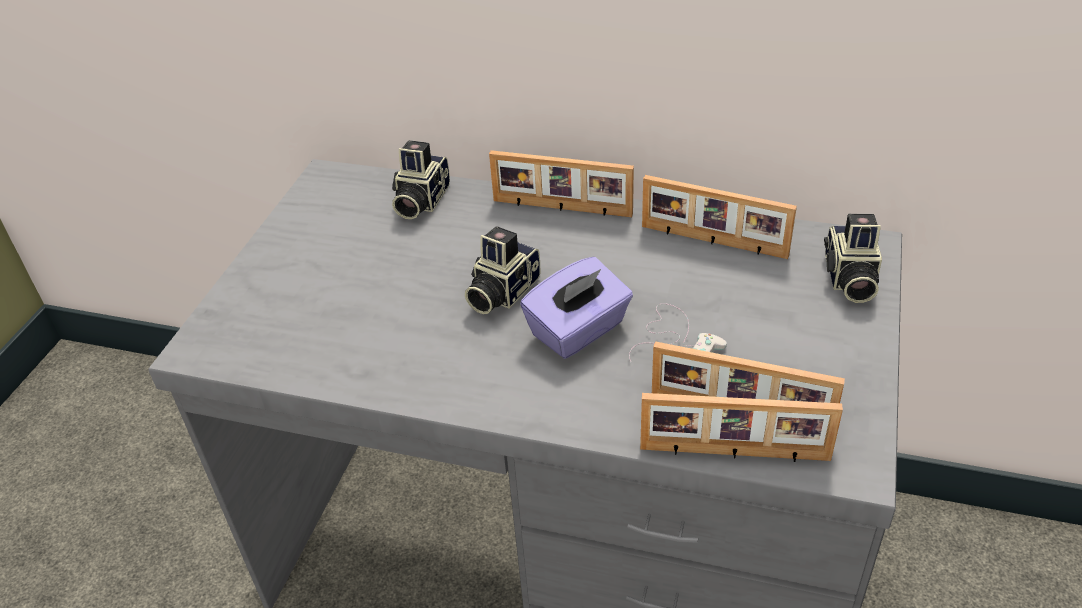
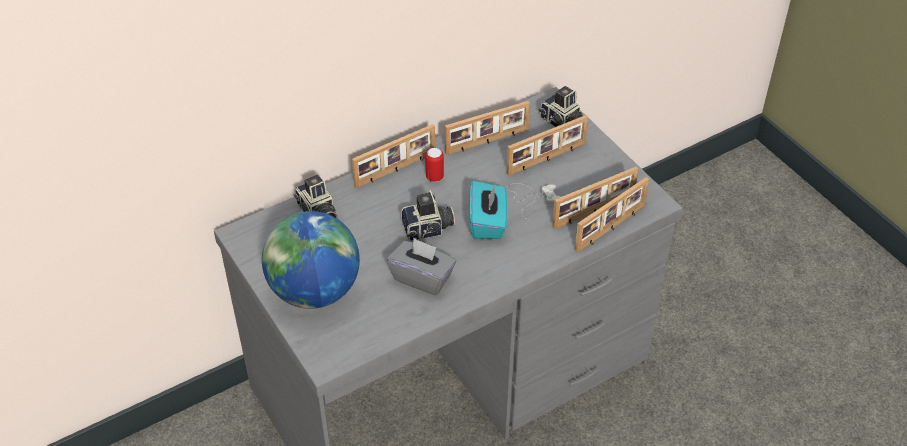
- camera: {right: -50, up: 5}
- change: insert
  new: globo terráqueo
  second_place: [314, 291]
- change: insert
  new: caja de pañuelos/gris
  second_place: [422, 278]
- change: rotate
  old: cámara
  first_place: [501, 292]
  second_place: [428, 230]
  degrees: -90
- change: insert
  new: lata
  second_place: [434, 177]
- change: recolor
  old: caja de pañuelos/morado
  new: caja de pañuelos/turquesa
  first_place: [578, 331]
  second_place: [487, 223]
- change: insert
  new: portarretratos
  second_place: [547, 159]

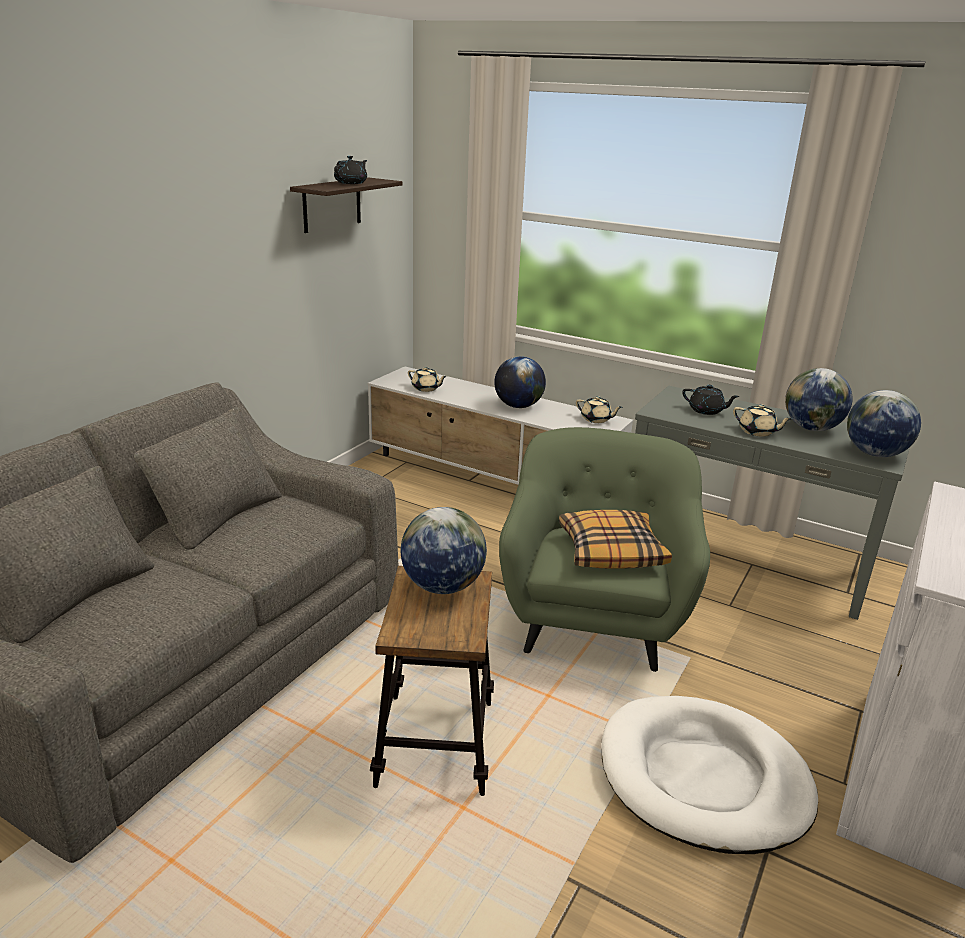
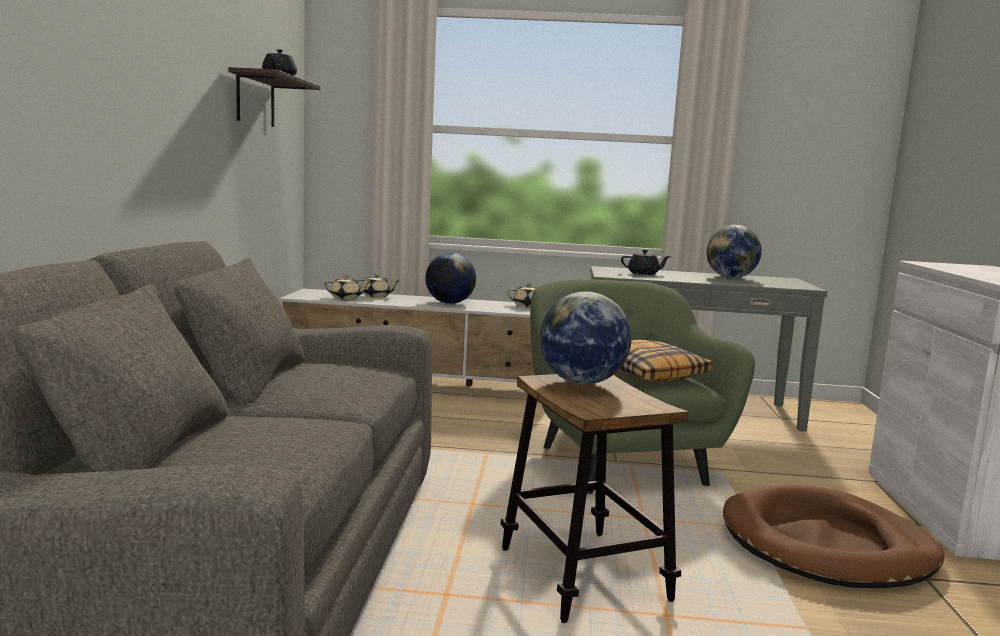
- camera: {right: -25, up: -15}
- change: move
  old: tetera/beis
  first_place: [757, 432]
  second_place: [376, 296]
- change: recolor
  old: cama para perro/blanco
  new: cama para perro/marrón
  first_place: [703, 778]
  second_place: [827, 545]
- change: delete
  old: globo terráqueo
  first_place: [874, 454]

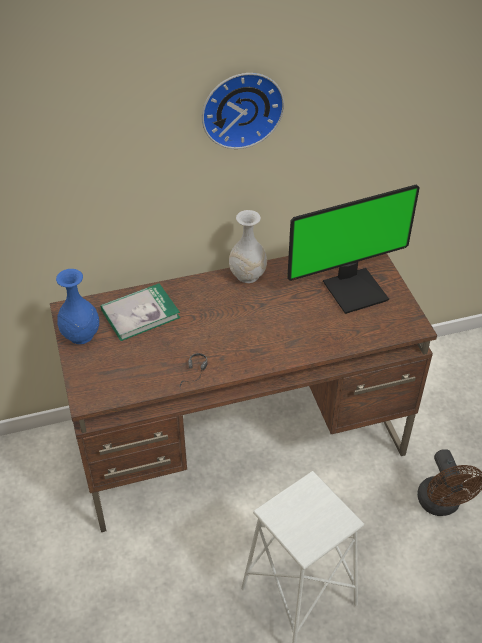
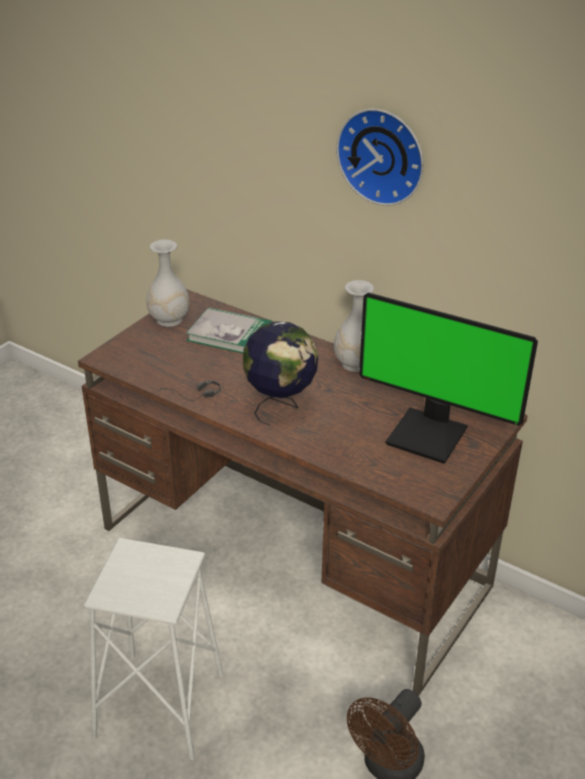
- camera: {right: 50, up: -10}
- change: recolor
  old: florero/azul
  new: florero/blanco
  first_place: [80, 335]
  second_place: [168, 319]
- change: insert
  new: globo terráqueo
  second_place: [280, 406]

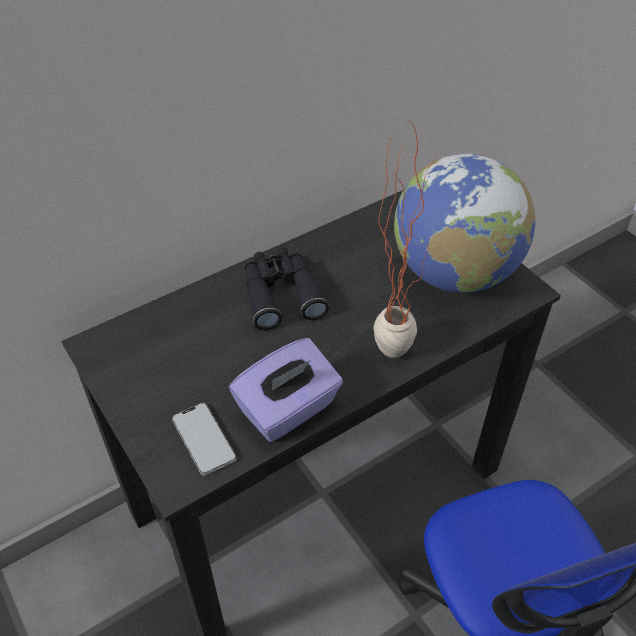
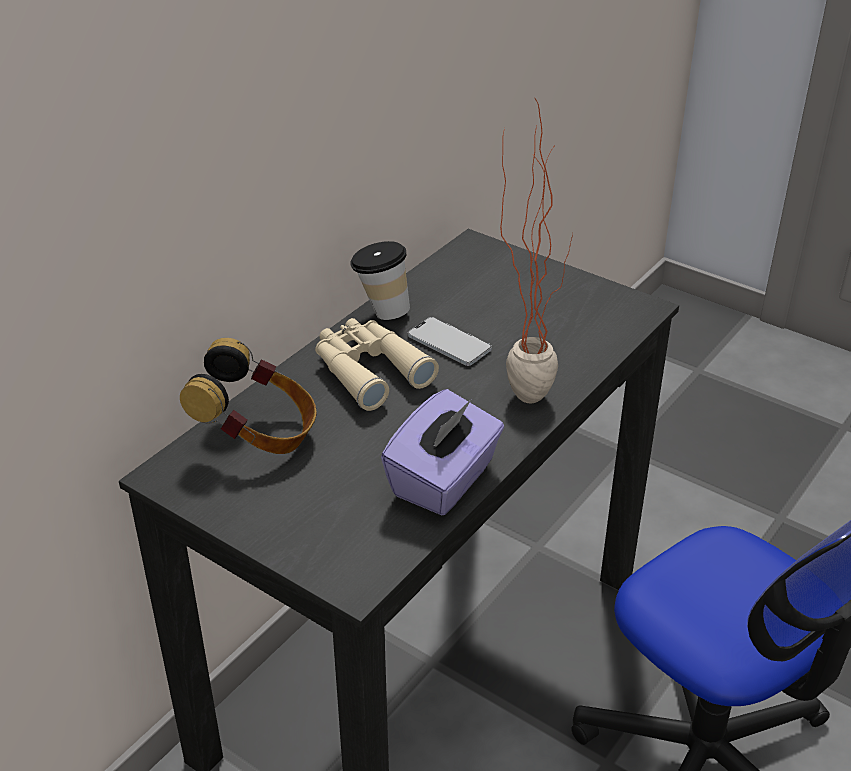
- camera: {right: -20, up: -10}
- change: insert
  new: auriculares
  second_place: [258, 434]
- change: recolor
  old: prismáticos/negro
  new: prismáticos/beis
  first_place: [281, 293]
  second_place: [368, 371]
- change: insert
  new: taza
  second_place: [381, 311]
- change: move
  old: móvil
  first_place: [204, 439]
  second_place: [449, 343]
- change: delete
  old: globo terráqueo
  first_place: [454, 273]

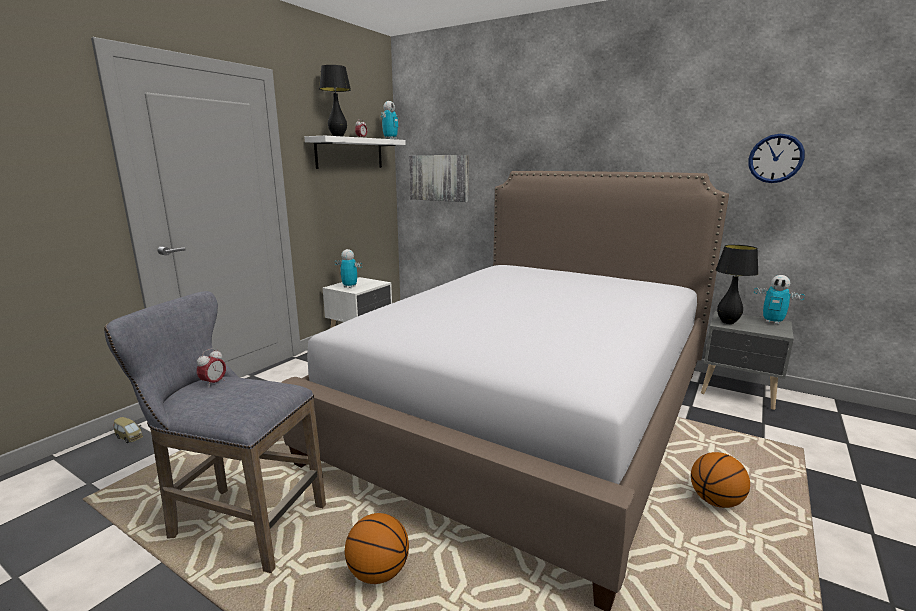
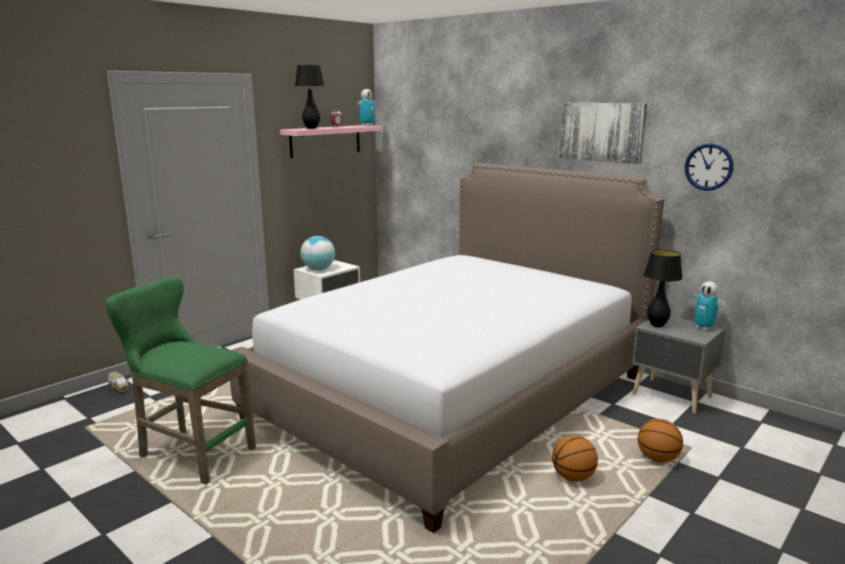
- camera: {right: 10, up: 0}
- change: recolor
  old: taburete/gris
  new: taburete/verde
  first_place: [240, 522]
  second_place: [191, 453]
- change: recolor
  old: estante/blanco
  new: estante/rosa
  first_place: [350, 153]
  second_place: [325, 141]
- change: replace
  old: robot de juguete
  new: globo terráqueo
  first_place: [349, 287]
  second_place: [318, 269]
- change: move
  old: cuadro
  first_place: [439, 178]
  second_place: [602, 132]
- change: move
  old: balón de baloncesto
  first_place: [378, 573]
  second_place: [657, 459]
- change: delete
  old: despertador
  first_place: [213, 383]

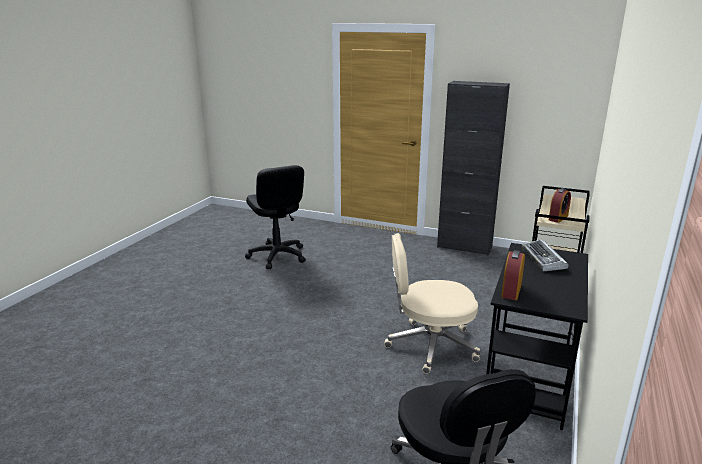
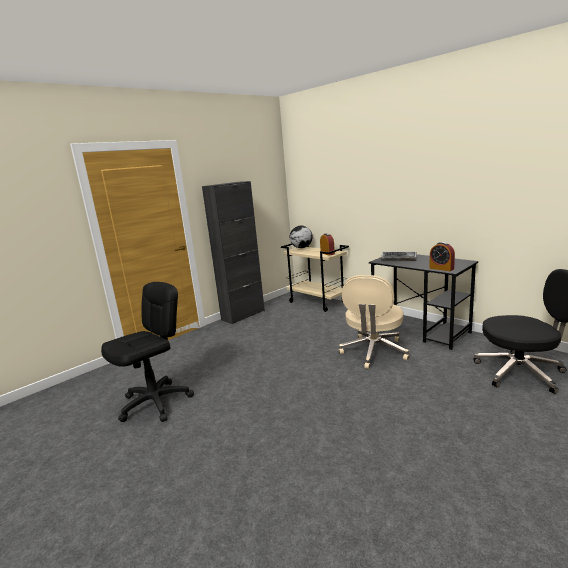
- camera: {right: -65, up: -5}
- change: rotate
  old: silla de oficina/negro
  first_place: [277, 256]
  second_place: [156, 403]
  degrees: -45
- change: insert
  new: globo terráqueo
  second_place: [301, 248]

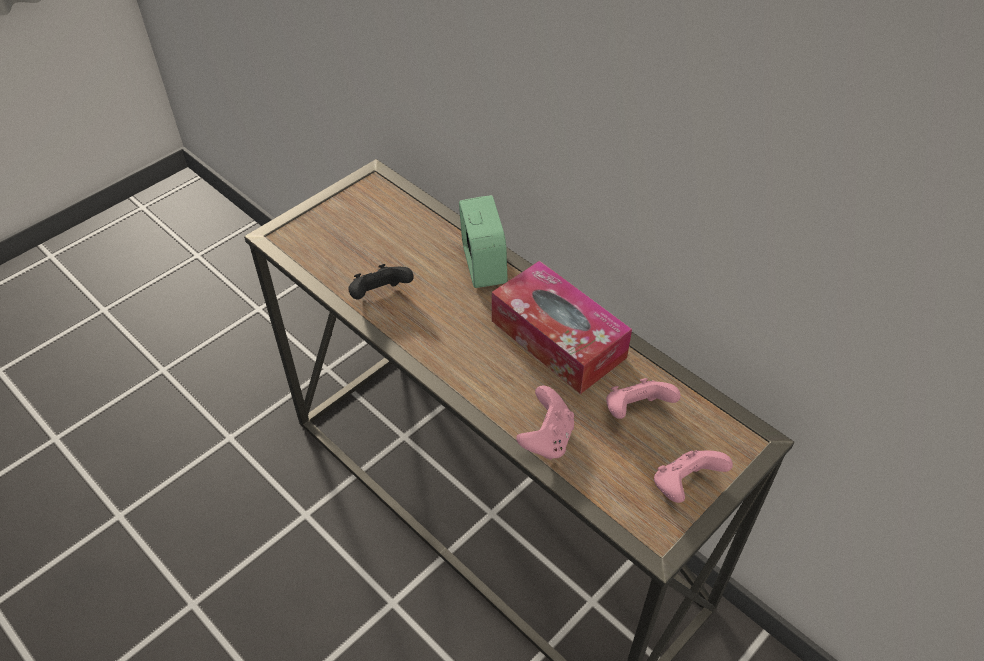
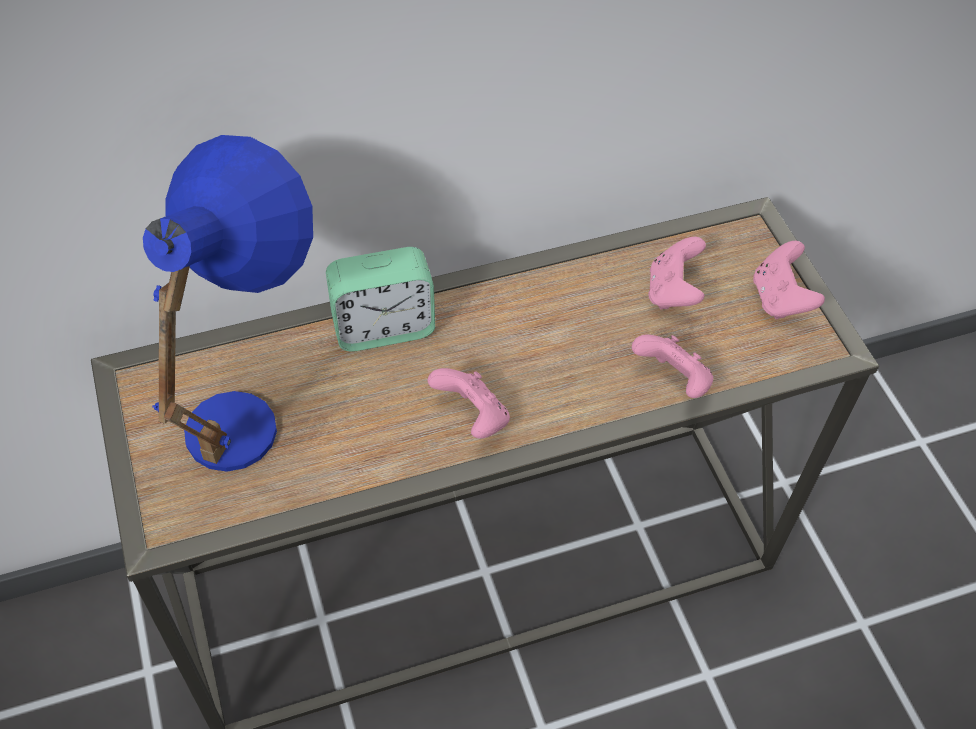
- camera: {right: -65, up: 5}
- change: insert
  new: lámpara de mesa/azul
  second_place: [253, 407]
- change: rotate
  old: despertador
  first_place: [483, 266]
  second_place: [383, 328]
  degrees: 150
- change: insert
  new: mando de consola/rosa
  second_place: [472, 417]
- change: delete
  old: mando de consola/negro
  first_place: [380, 296]
- change: delete
  old: caja de pañuelos
  first_place: [558, 339]

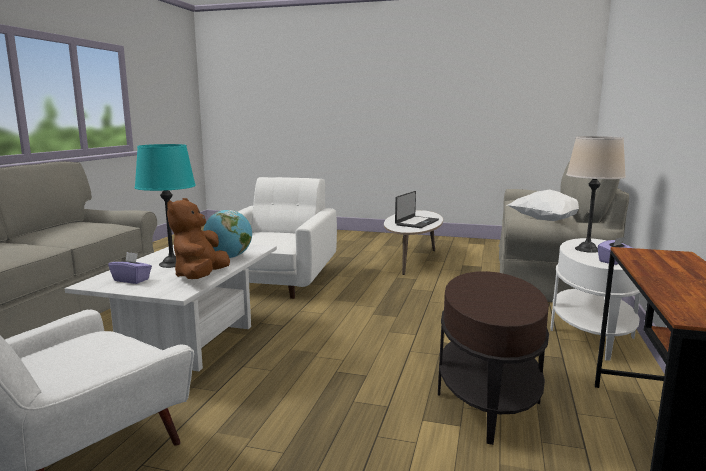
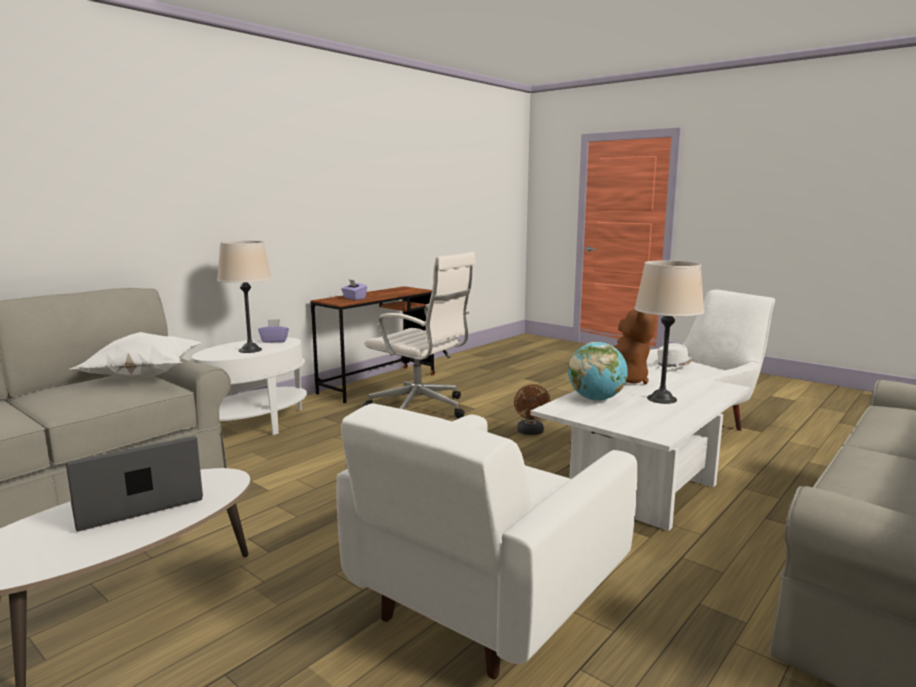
- camera: {right: -155, up: 0}
- change: move
  old: caja de pañuelos/morado
  first_place: [132, 280]
  second_place: [354, 298]
- change: replace
  old: mesa auxiliar/marrón
  new: silla de oficina/blanco
  first_place: [487, 398]
  second_place: [421, 409]
- change: insert
  new: ventilador/marrón
  second_place: [530, 432]
- change: recolor
  old: lámpara de mesa/turquesa
  new: lámpara de mesa/beis
  first_place: [172, 264]
  second_place: [661, 399]
- change: insert
  new: sombrero/blanco
  second_place: [672, 366]

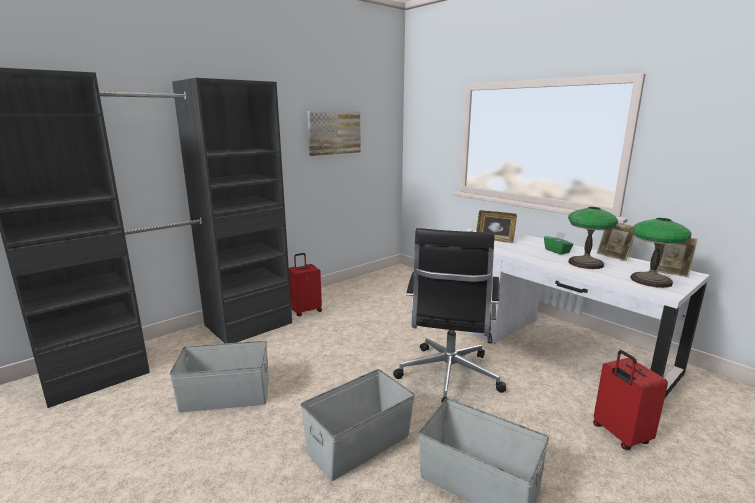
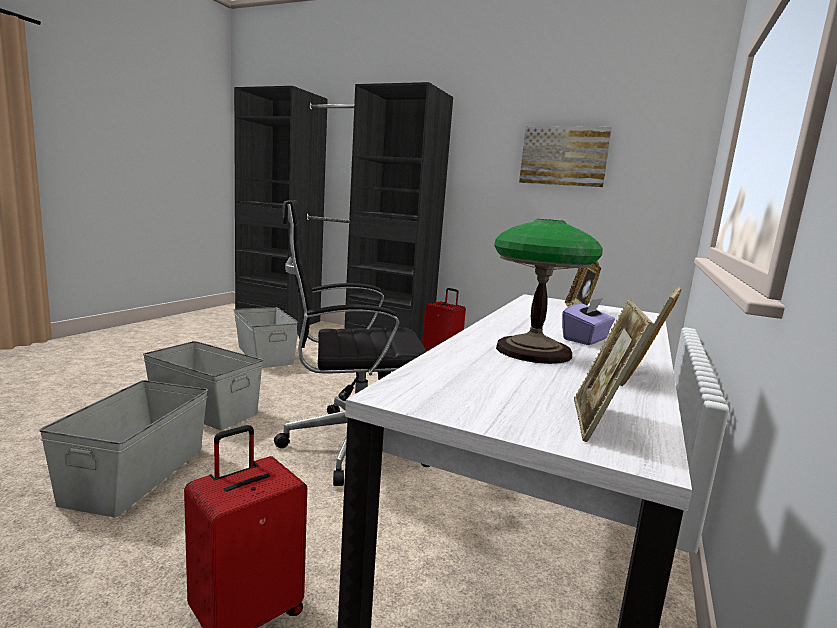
- camera: {right: 65, up: -5}
- change: recolor
  old: caja de pañuelos/verde
  new: caja de pañuelos/morado
  first_place: [557, 251]
  second_place: [586, 339]
- change: delete
  old: lámpara de mesa
  first_place: [651, 280]

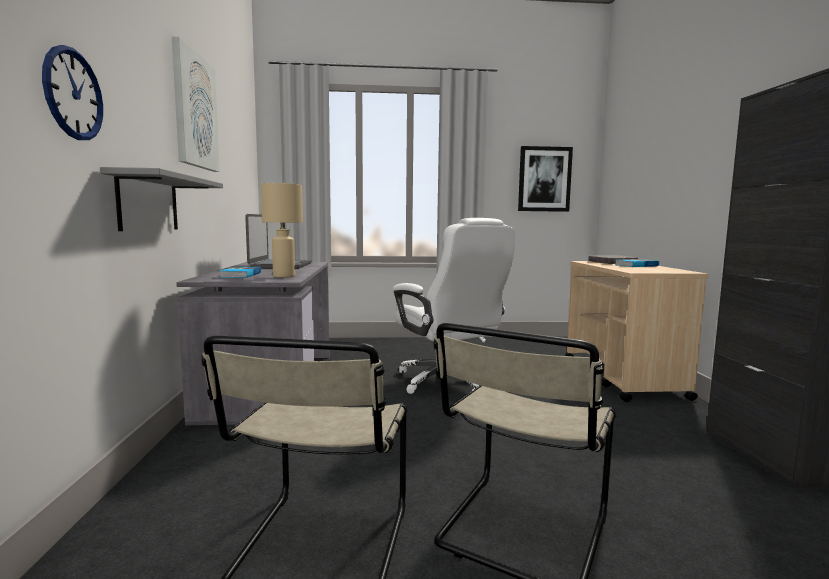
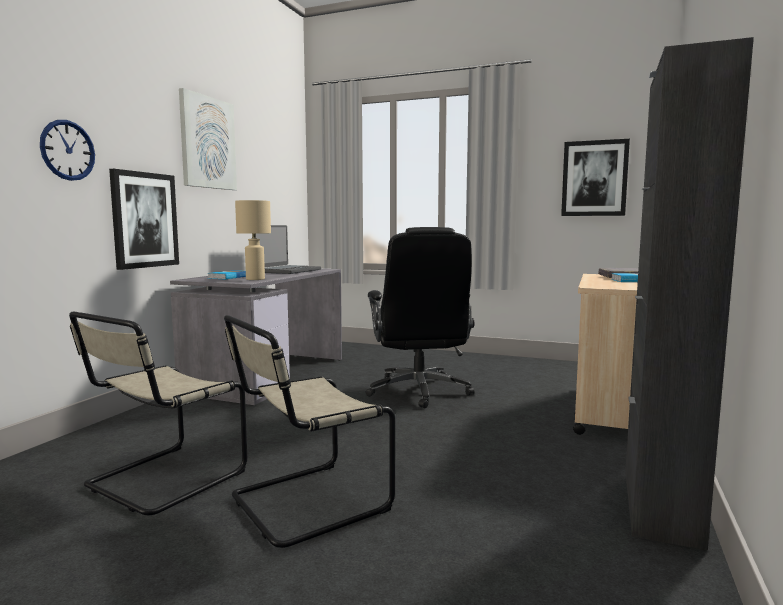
- camera: {right: 25, up: 0}
- change: replace
  old: estante/gris
  new: cuadro
  first_place: [148, 203]
  second_place: [144, 220]
- change: recolor
  old: silla de oficina/blanco
  new: silla de oficina/negro
  first_place: [449, 381]
  second_place: [419, 391]

